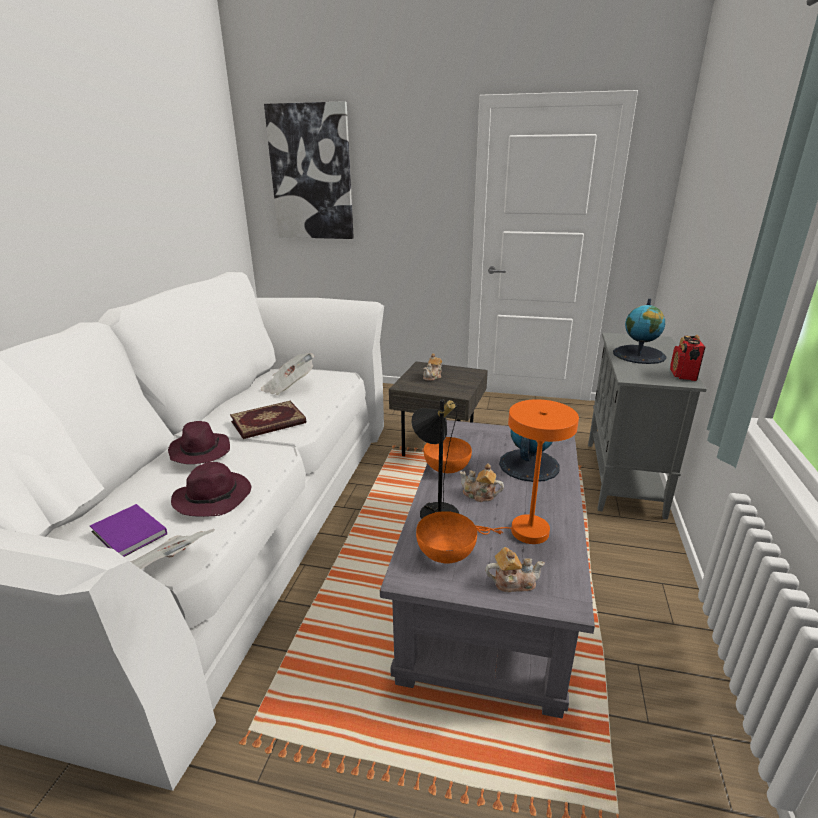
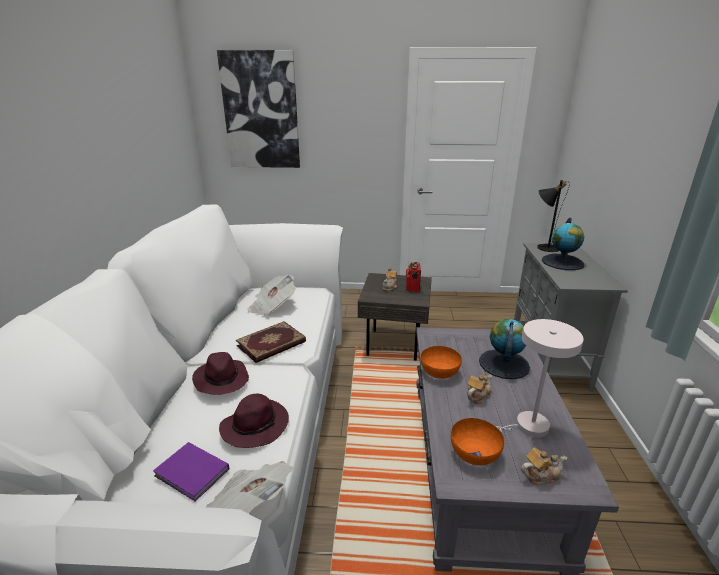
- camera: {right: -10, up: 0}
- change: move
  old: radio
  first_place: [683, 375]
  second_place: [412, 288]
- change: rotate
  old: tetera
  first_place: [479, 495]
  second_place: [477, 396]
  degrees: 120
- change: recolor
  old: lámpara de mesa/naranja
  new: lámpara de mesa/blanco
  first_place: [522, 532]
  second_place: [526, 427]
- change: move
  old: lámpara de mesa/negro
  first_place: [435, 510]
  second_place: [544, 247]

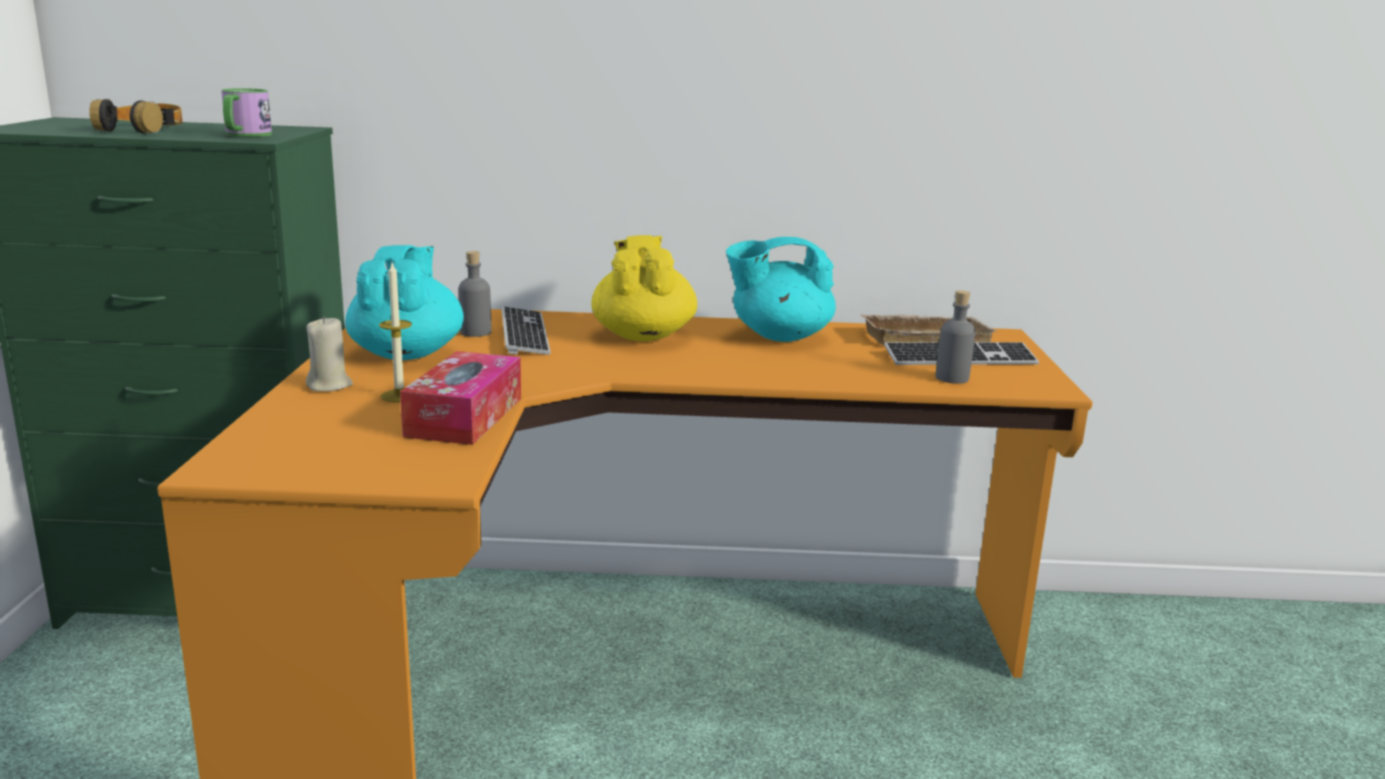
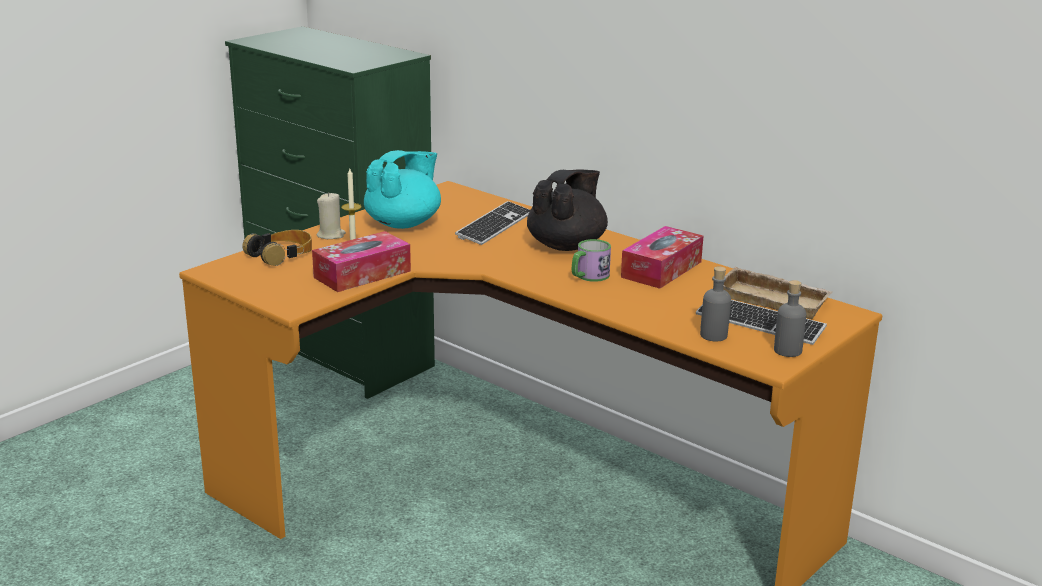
- camera: {right: 40, up: 5}
- change: move
  old: auriculares
  first_place: [143, 129]
  second_place: [281, 254]
- change: recolor
  old: tetera/amarillo
  new: tetera/negro
  first_place: [643, 336]
  second_place: [567, 245]
- change: move
  old: taza grande
  first_place: [244, 135]
  second_place: [588, 276]
- change: replace
  old: tetera/turquesa
  new: caja de pañuelos
  first_place: [779, 336]
  second_place: [661, 269]
- change: move
  old: botella/gris
  first_place: [475, 332]
  second_place: [787, 350]

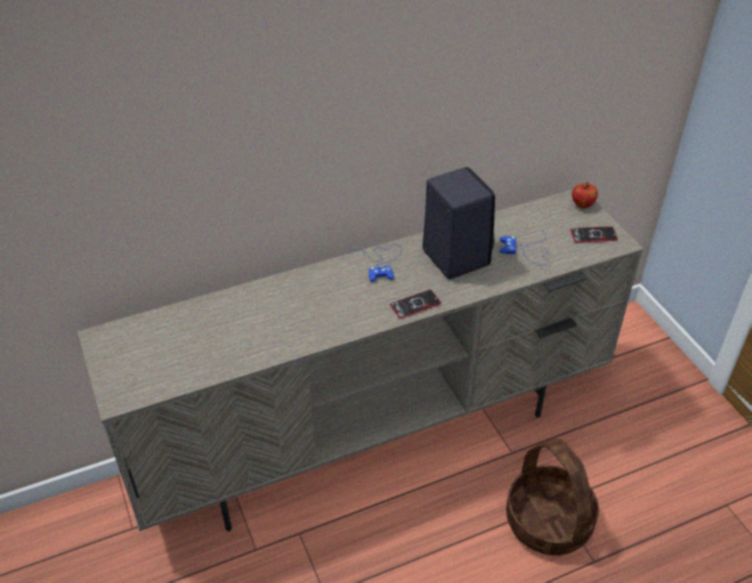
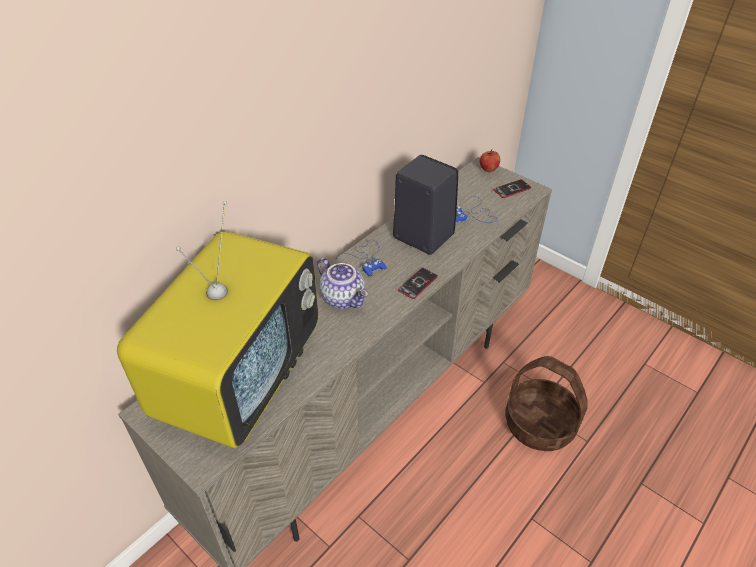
- camera: {right: -25, up: 0}
- change: insert
  new: televisor
  second_place: [240, 379]
- change: insert
  new: tetera
  second_place: [344, 298]

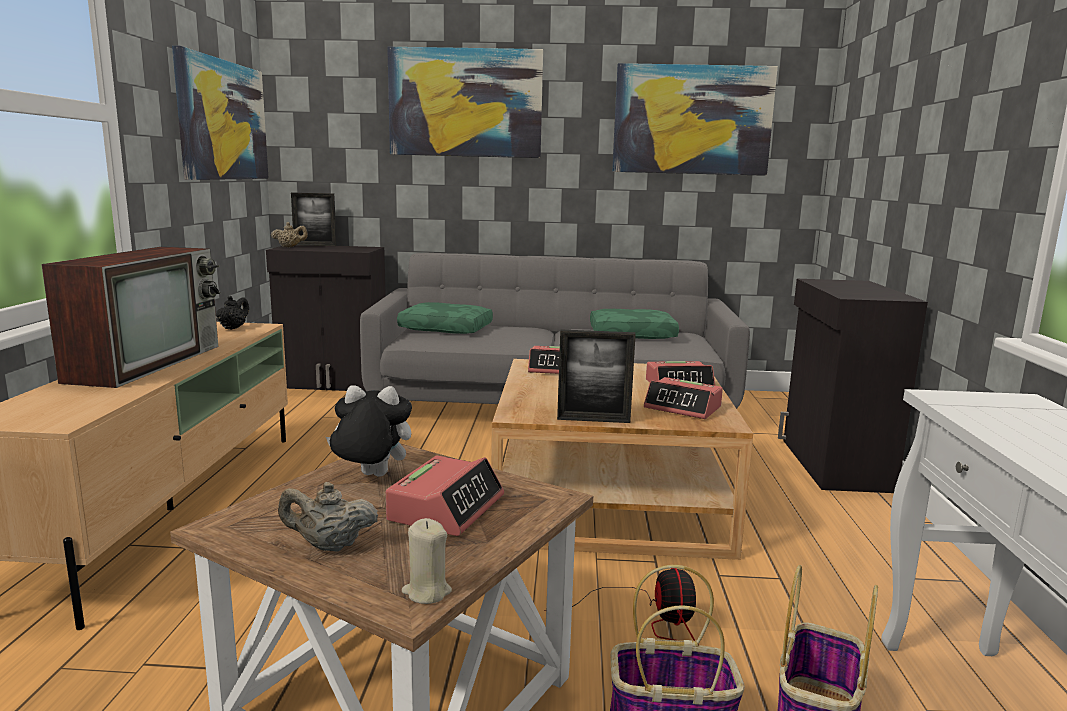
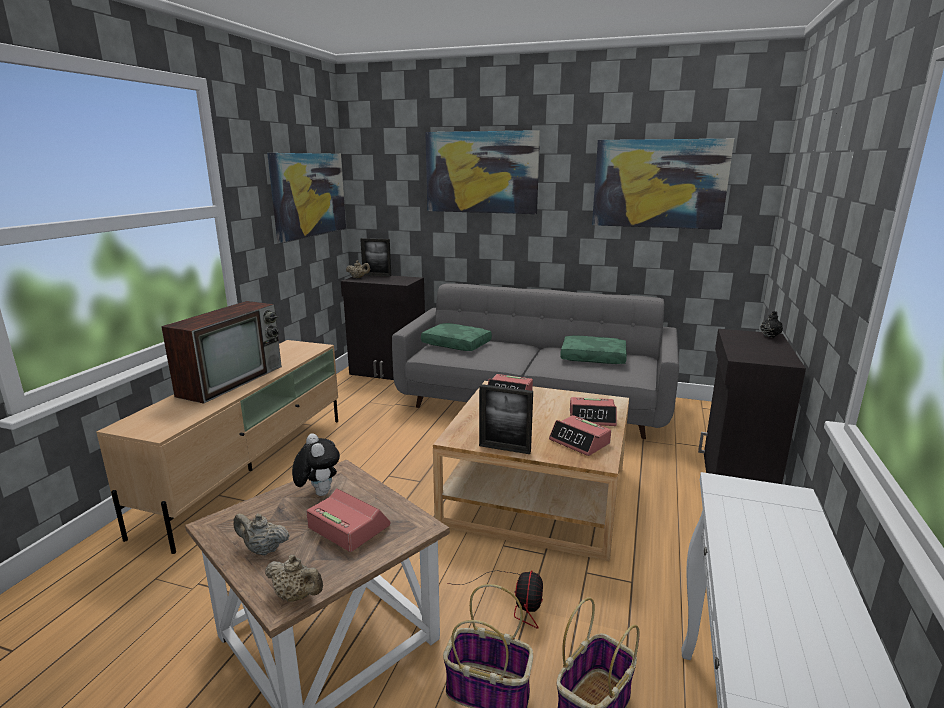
- camera: {right: 15, up: 5}
- change: replace
  old: vela/beis
  new: tetera/beis
  first_place: [426, 592]
  second_place: [297, 596]
- change: rotate
  old: peluche
  first_place: [370, 476]
  second_place: [318, 493]
  degrees: 45
- change: rotate
  old: despertador
  first_place: [446, 508]
  second_place: [348, 527]
  degrees: -90
- change: move
  old: tetera/negro
  first_place: [233, 328]
  second_place: [770, 336]

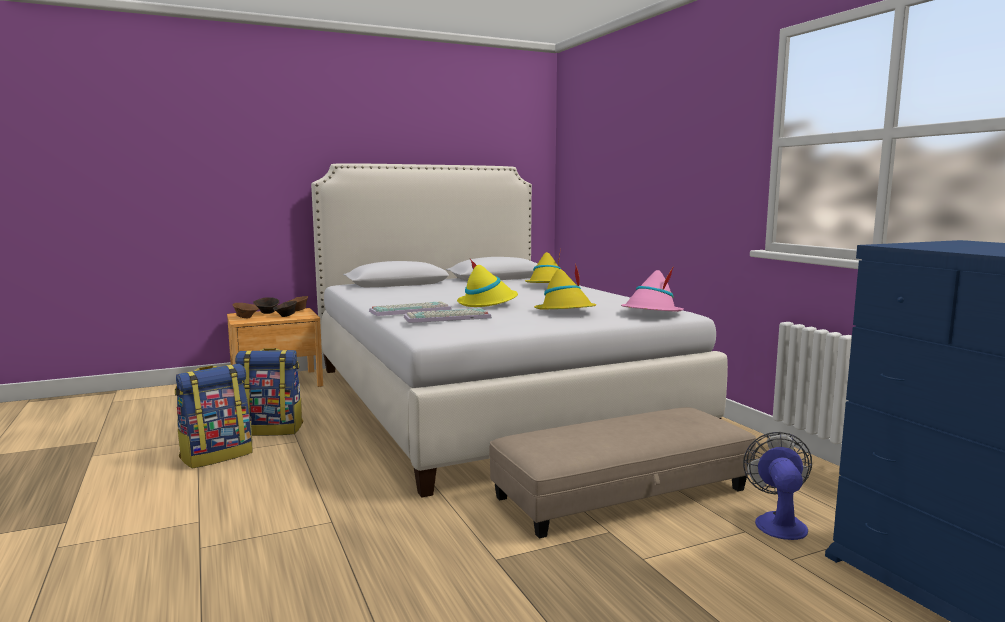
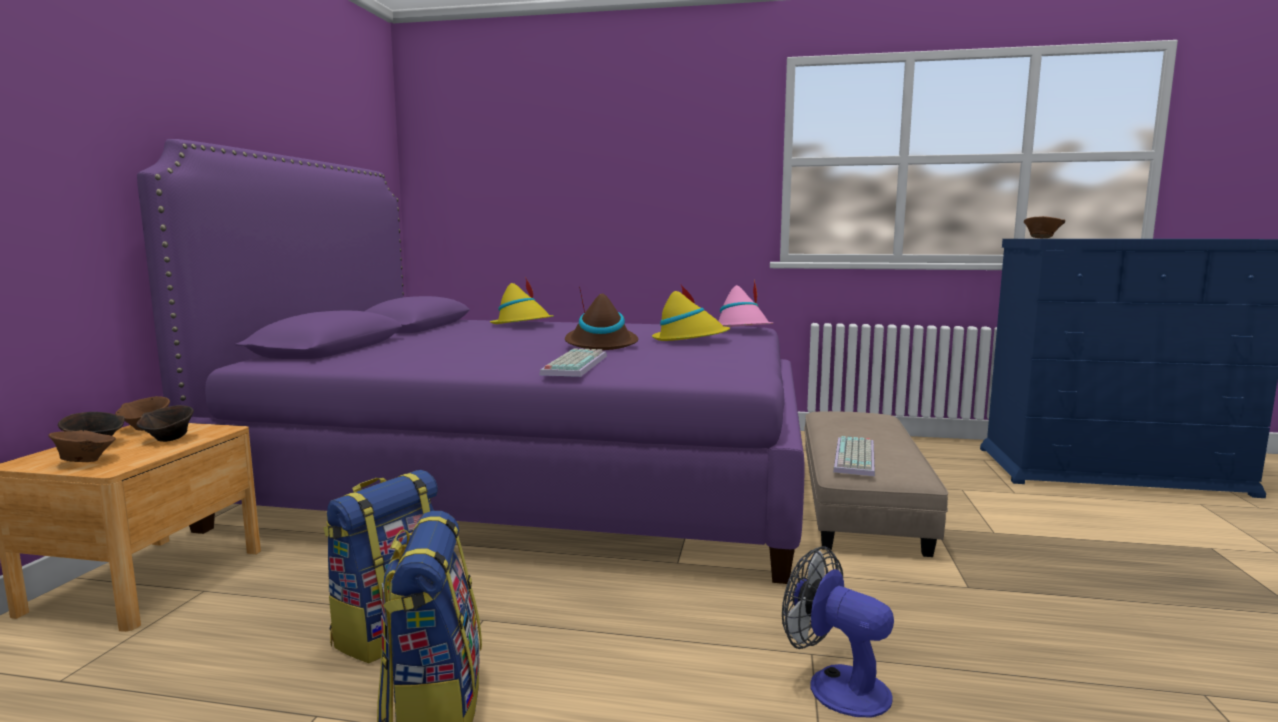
- camera: {right: -55, up: 0}
- change: recolor
  old: cama/blanco
  new: cama/morado
  first_place: [487, 400]
  second_place: [535, 481]
- change: recolor
  old: sombrero/amarillo
  new: sombrero/marrón
  first_place: [487, 303]
  second_place: [600, 344]
- change: move
  old: ventilador
  first_place: [778, 522]
  second_place: [835, 685]
- change: move
  old: teclado
  first_place: [446, 318]
  second_place: [856, 458]
- change: insert
  new: cuenco/marrón
  second_place: [1041, 238]

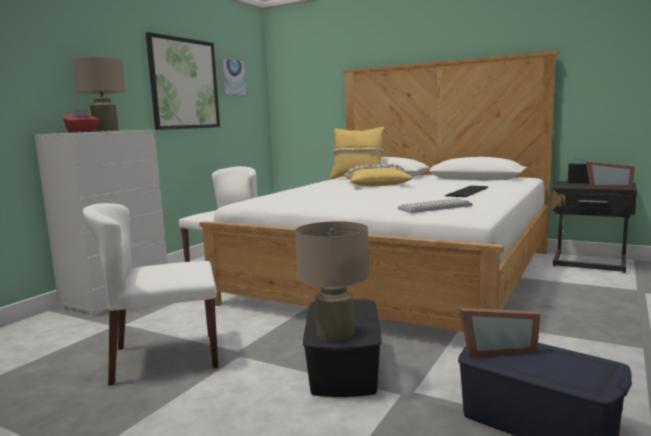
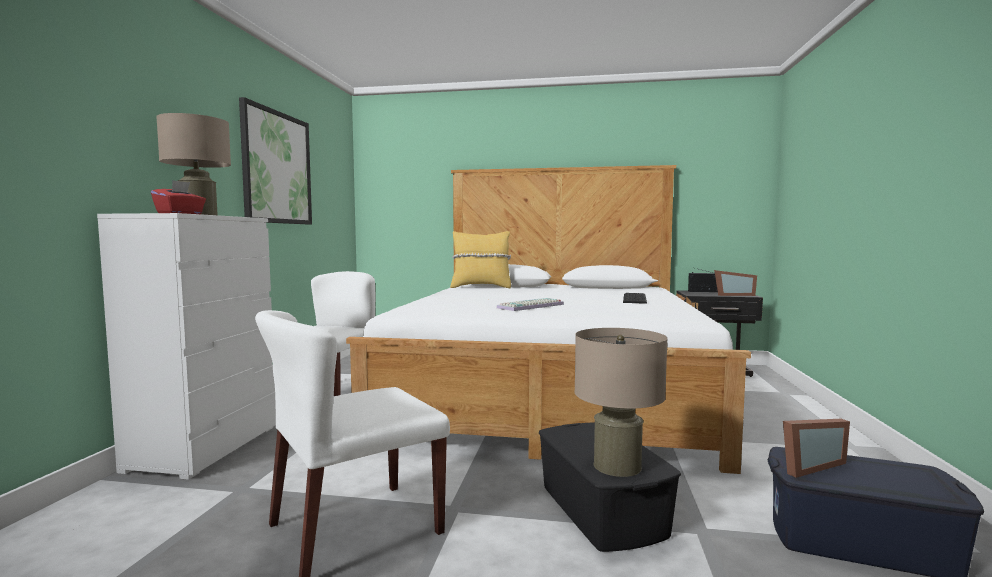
- camera: {right: -20, up: -5}
- change: move
  old: teclado
  first_place: [435, 207]
  second_place: [531, 306]
- change: delete
  old: cuadro
  first_place: [232, 77]
- change: delete
  old: cojín/amarillo
  first_place: [376, 184]

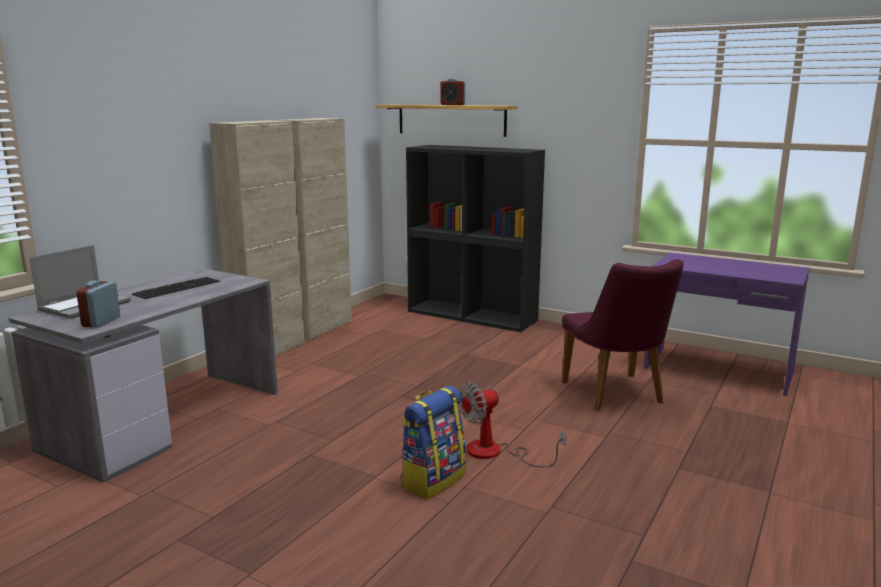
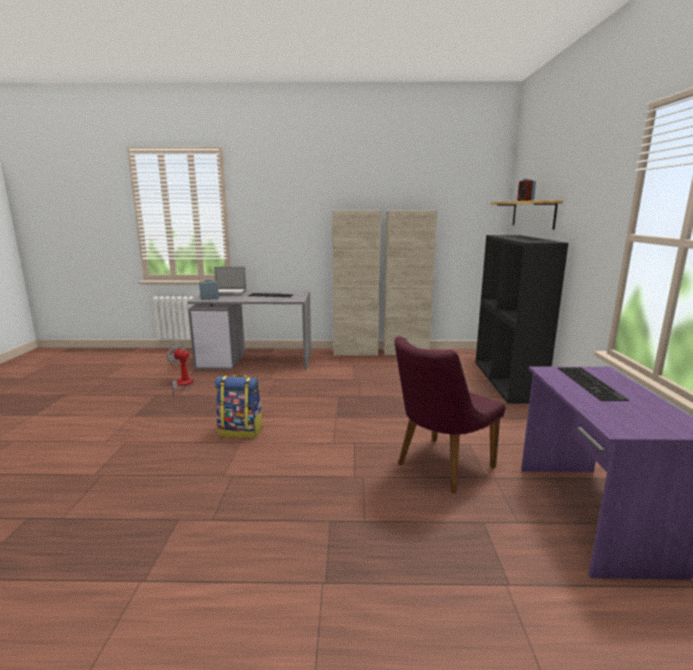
- camera: {right: 60, up: 0}
- change: move
  old: ventilador
  first_place: [496, 453]
  second_place: [182, 385]
- change: insert
  new: teclado
  second_place: [592, 383]

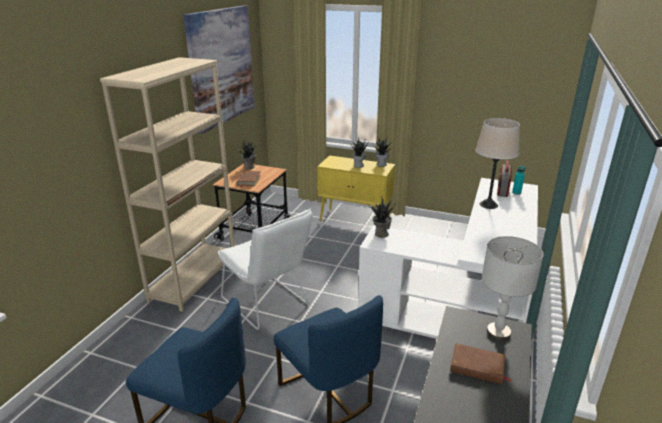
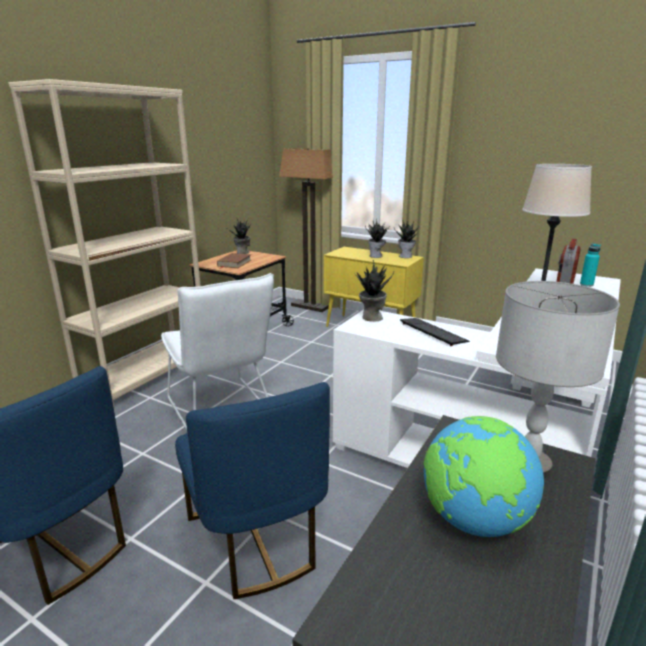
- camera: {right: 10, up: -5}
- change: insert
  new: lámpara de pie
  second_place: [310, 307]
- change: insert
  new: teclado
  second_place: [433, 332]
- change: replace
  old: libro/marrón
  new: globo terráqueo
  first_place: [477, 367]
  second_place: [474, 520]
- change: delete
  old: cuadro
  first_place: [221, 66]

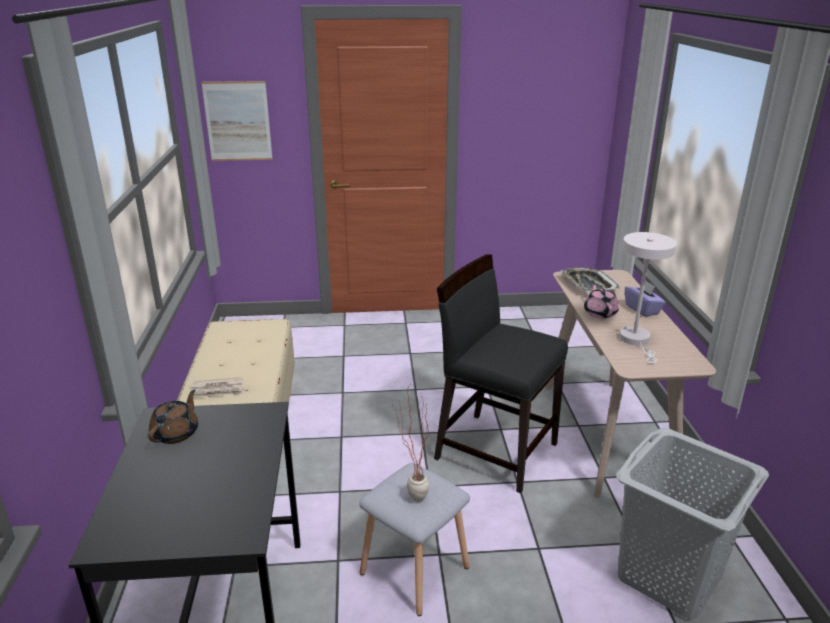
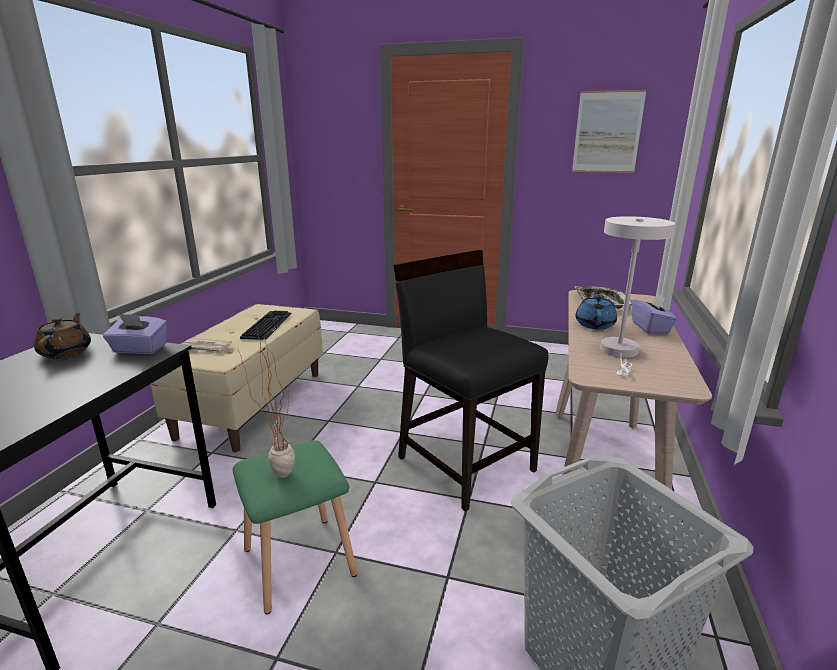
- camera: {right: 20, up: -5}
- change: rotate
  old: tetera/marrón
  first_place: [176, 433]
  second_place: [67, 352]
  degrees: -45
- change: insert
  new: caja de pañuelos/morado
  second_place: [139, 349]
- change: recolor
  old: taburete/gris
  new: taburete/verde
  first_place: [416, 570]
  second_place: [300, 562]
- change: insert
  new: teclado
  second_place: [267, 326]
- change: move
  old: cuadro
  first_place: [238, 121]
  second_place: [607, 132]
- change: recolor
  old: tetera/rosa
  new: tetera/azul
  first_place: [600, 313]
  second_place: [595, 324]

